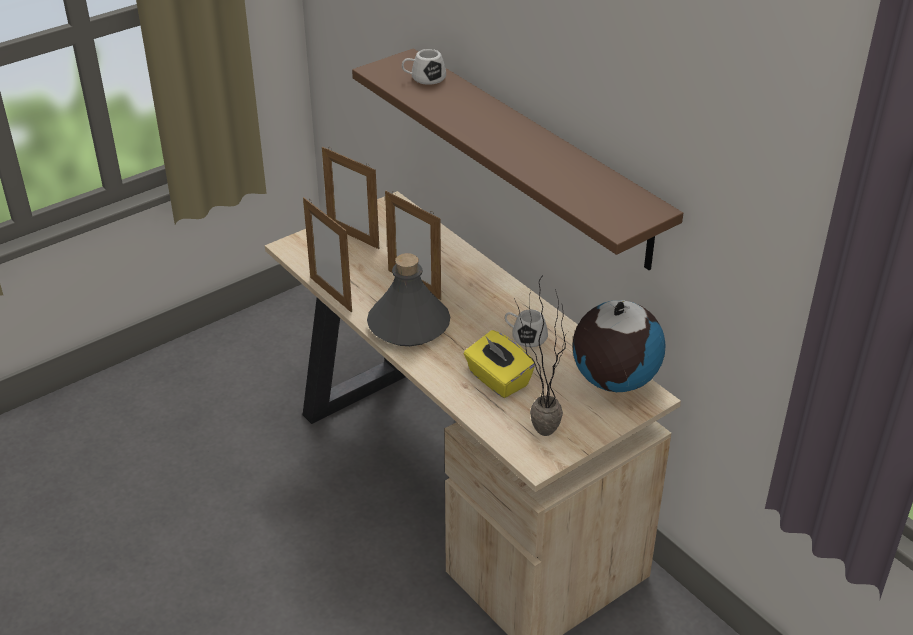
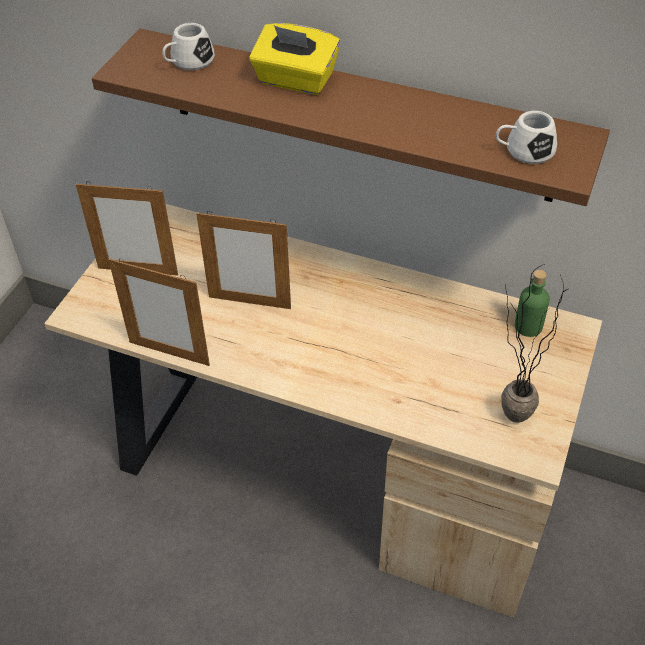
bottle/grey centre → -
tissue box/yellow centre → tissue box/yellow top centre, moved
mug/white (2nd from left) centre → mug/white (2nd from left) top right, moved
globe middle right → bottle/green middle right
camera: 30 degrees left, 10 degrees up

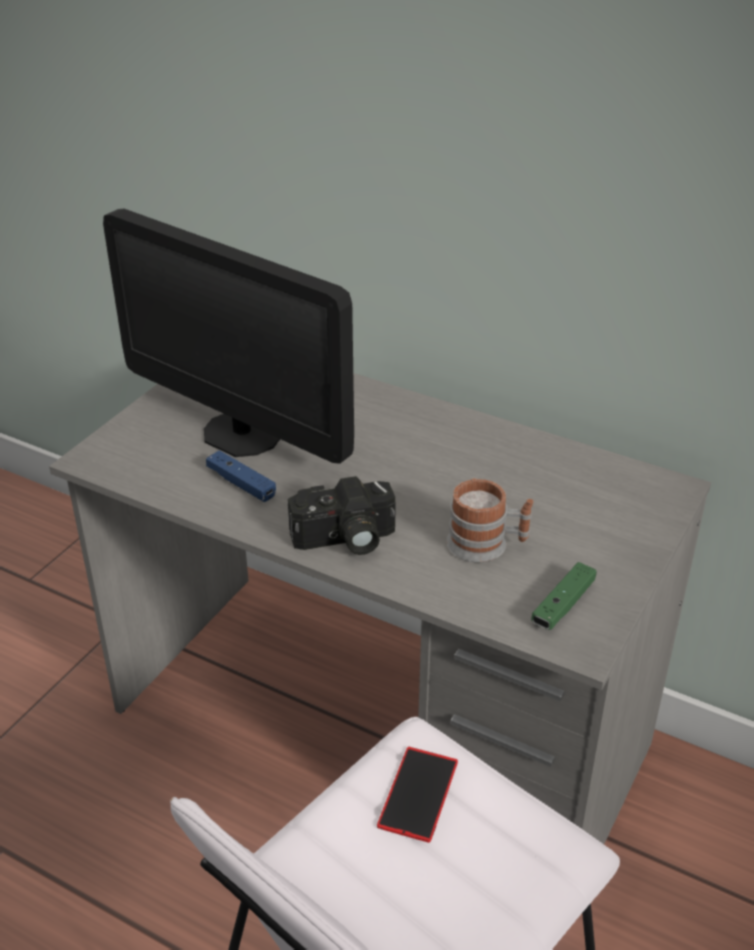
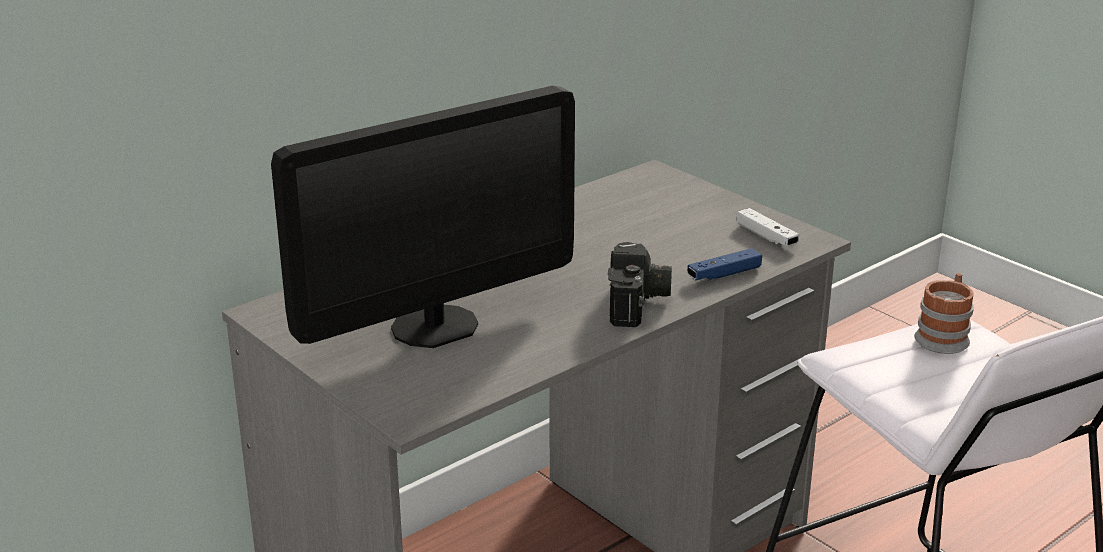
game controller/blue middle left → game controller/blue centre, moved
phone bottom centre → -
mug centre → mug middle right, moved
game controller/green middle right → game controller/white middle right
camera: 70 degrees left, 10 degrees down

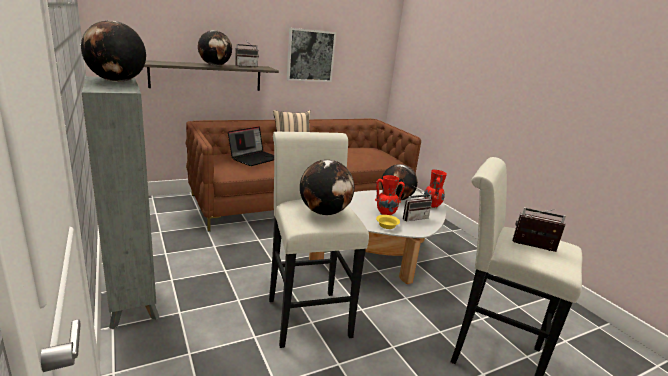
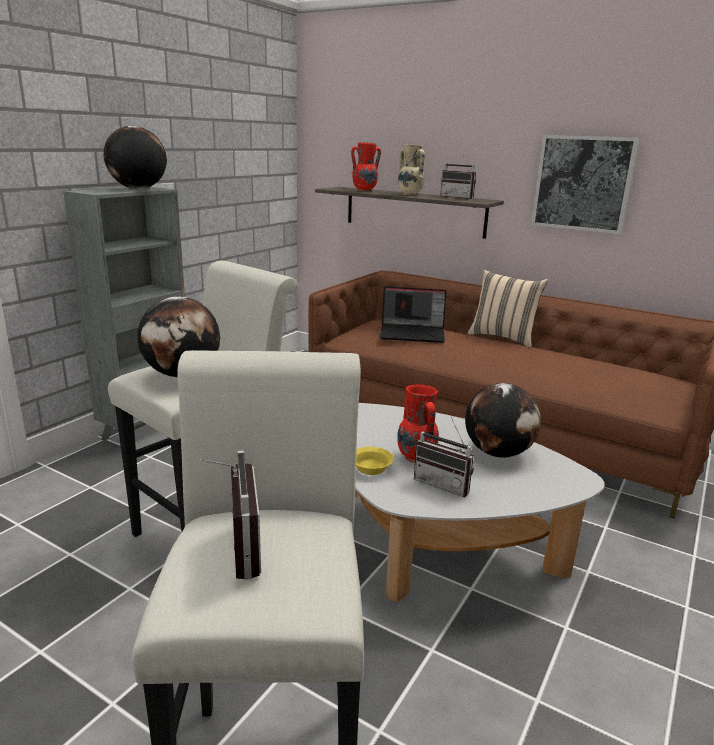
globe (2nd from left) top left → vase/beige top centre
vase/red (2nd from left in the first image) centre → vase/red (1st from left) top centre, moved
camera: 60 degrees right, 0 degrees up

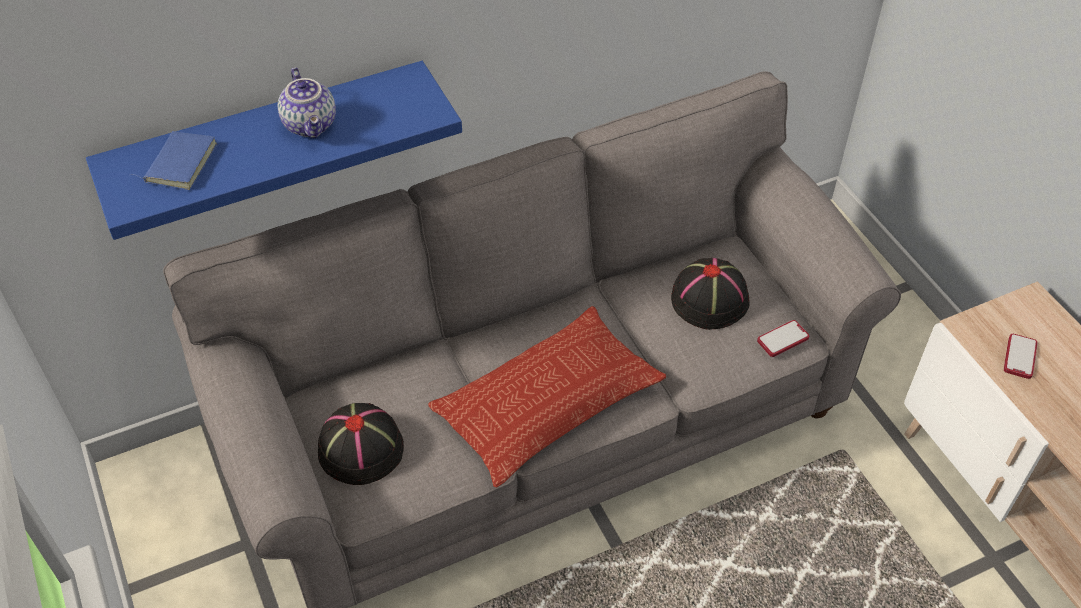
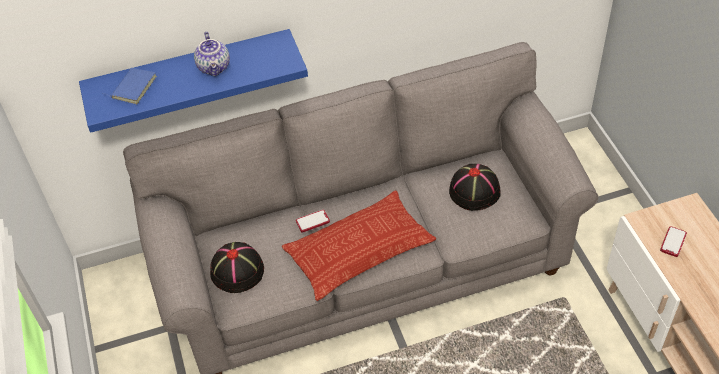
phone (1st from left) middle right → phone (1st from left) centre, moved
camera: 10 degrees right, 0 degrees up

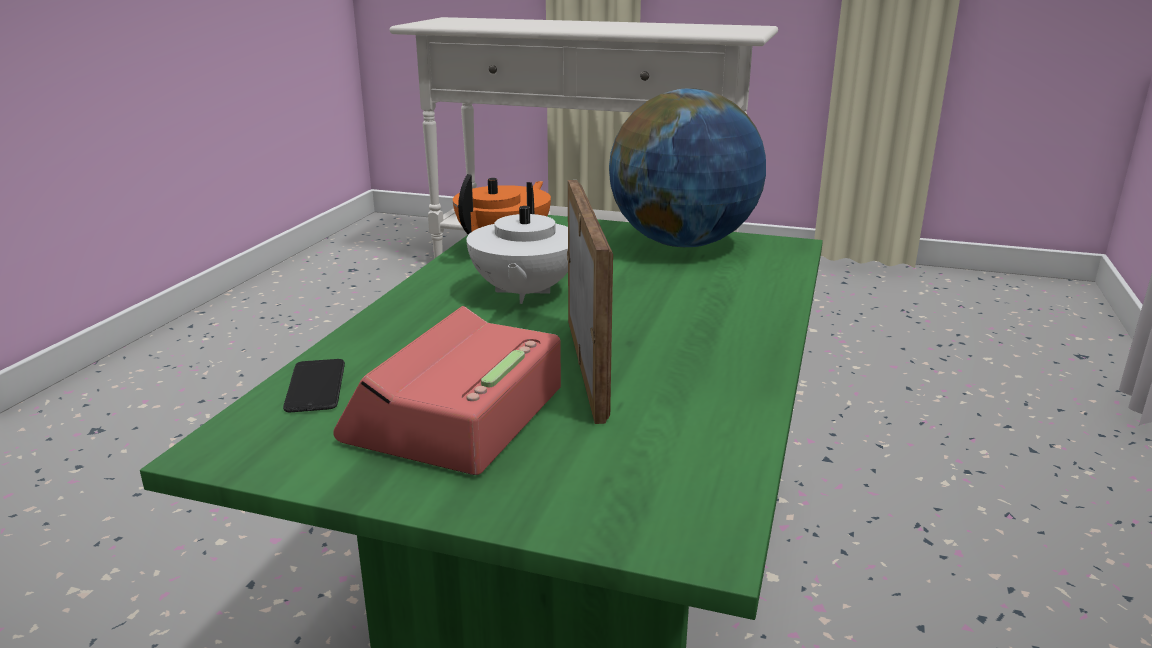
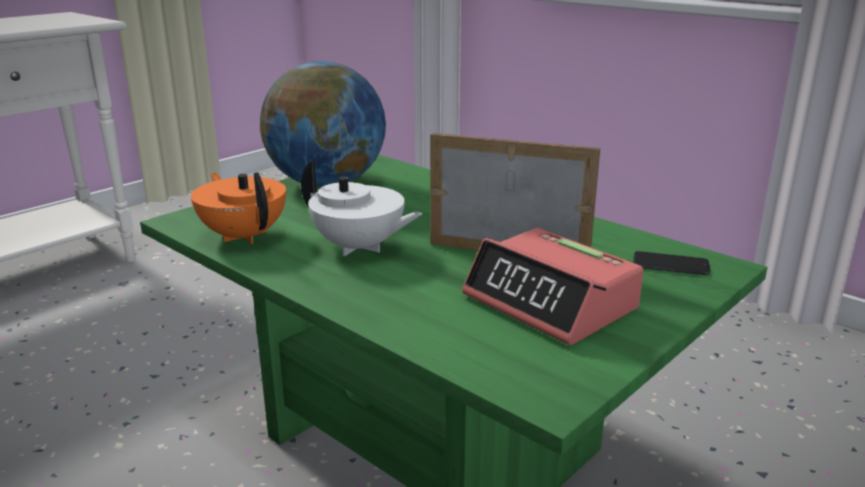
phone middle left → phone middle right, moved
camera: 65 degrees left, 0 degrees up

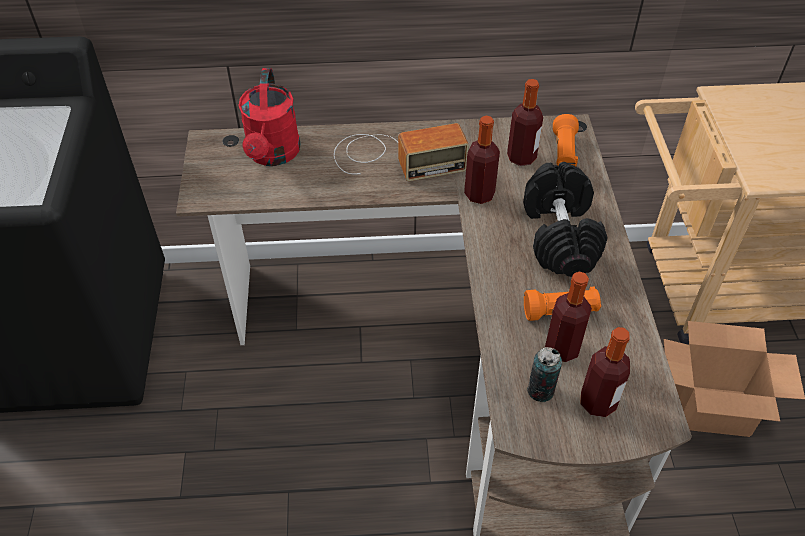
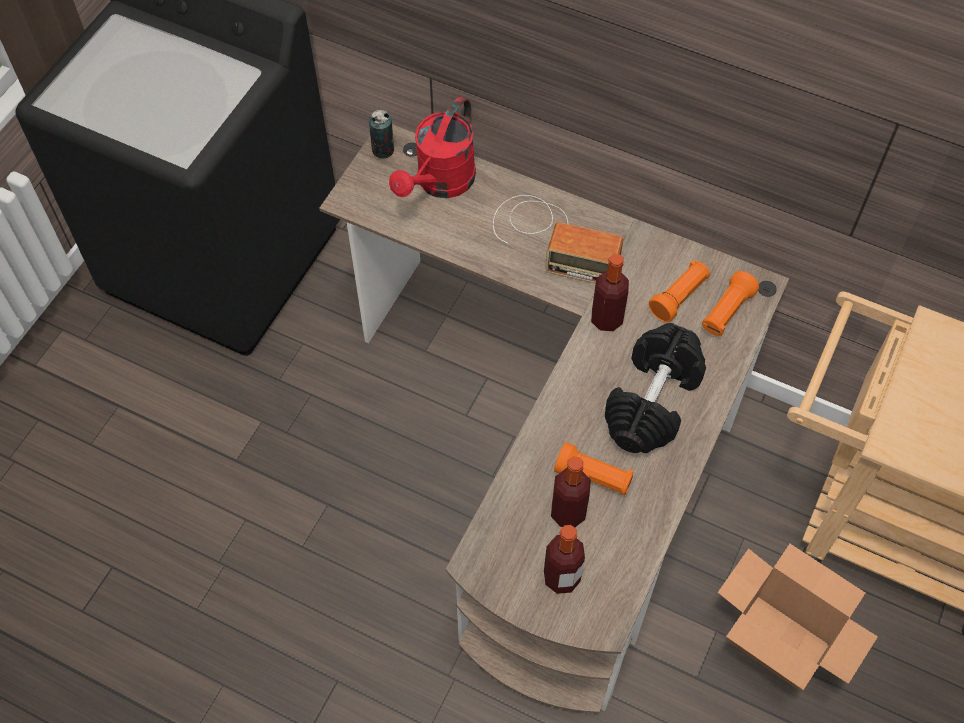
bottle (2nd from left) top centre → flashlight/orange (2nd from left) middle right
can bottom right → can top centre, moved
camera: 30 degrees right, 10 degrees up

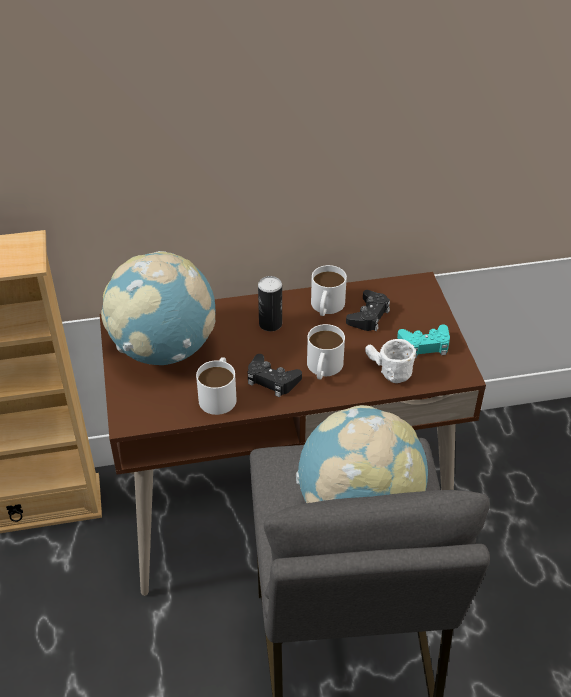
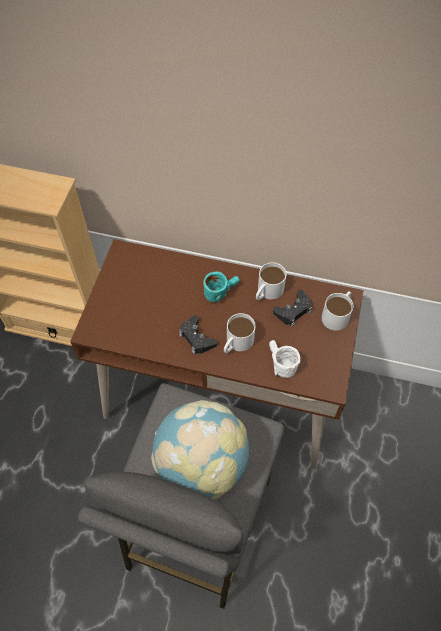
globe (1st from left) middle left → -
mug/white (1st from left in the first image) centre → mug/white (4th from left) middle right, moved
can centre → mug/turquoise centre
game controller/turquoise middle right → -
camera: 25 degrees right, 15 degrees up

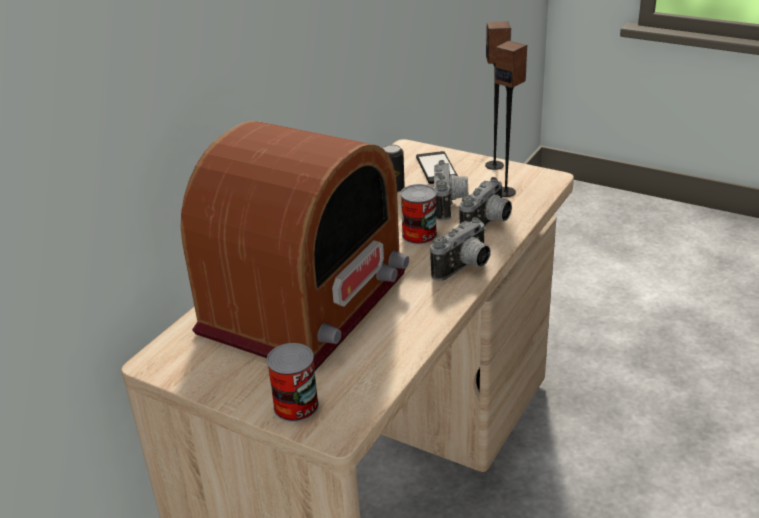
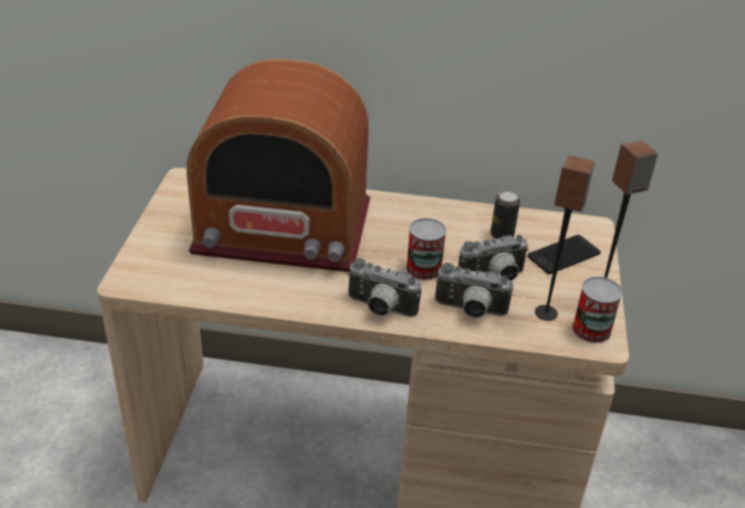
can (1st from left in the first image) bottom centre → can (3rd from left) middle right, moved
camera: 65 degrees right, 5 degrees up

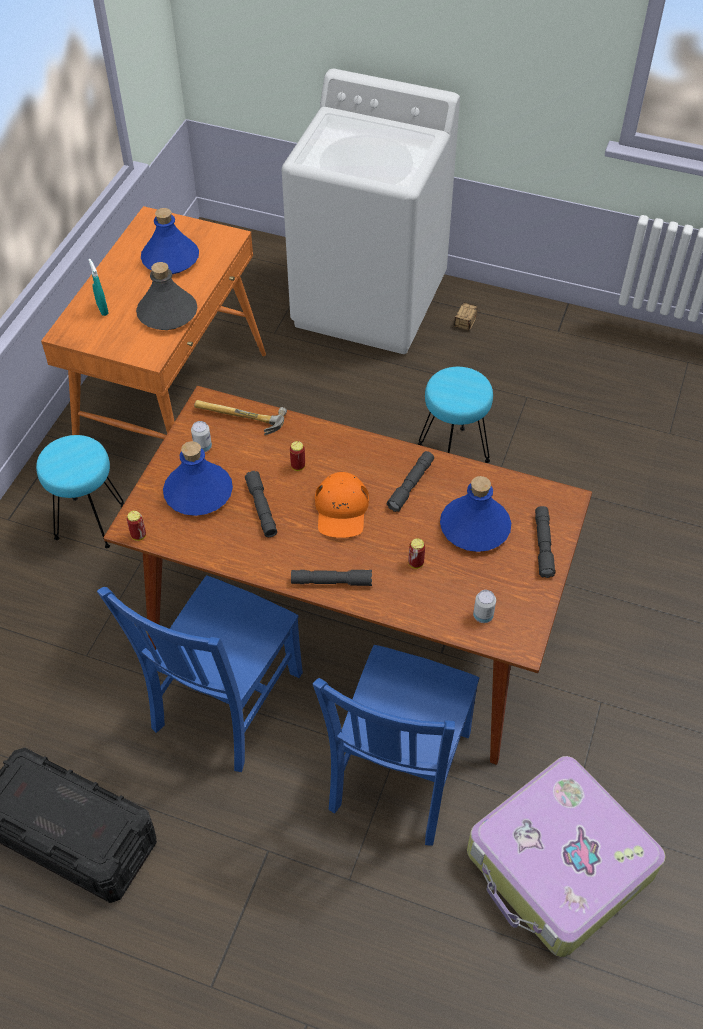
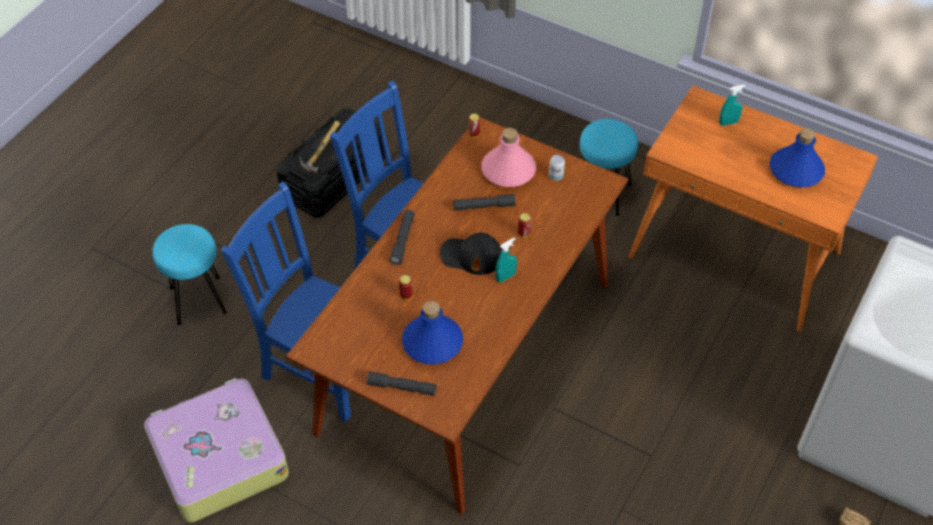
bottle/grey top left → -
bottle/blue (2nd from left) middle left → bottle/pink top centre
hammer centre → hammer top centre, moved
cap/orange centre → cap/black centre
flashlight/grey (3rd from left) centre → -
stool/turquoise (2nd from left in the first image) centre → stool/turquoise (1st from left) middle left, moved
can (5th from left) middle right → -
- → spray bottle/turquoise (1st from left) centre
camera: 100 degrees right, 0 degrees up

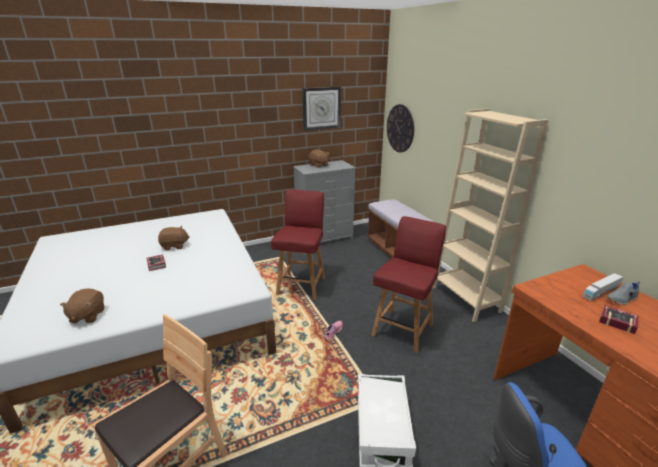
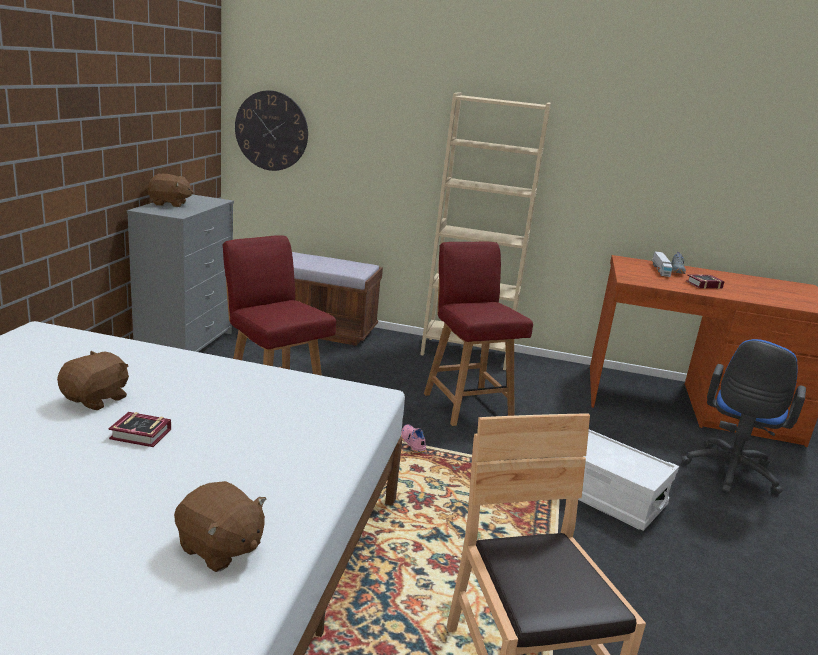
wall clock (1st from left) top centre → -
camera: 55 degrees left, 5 degrees down

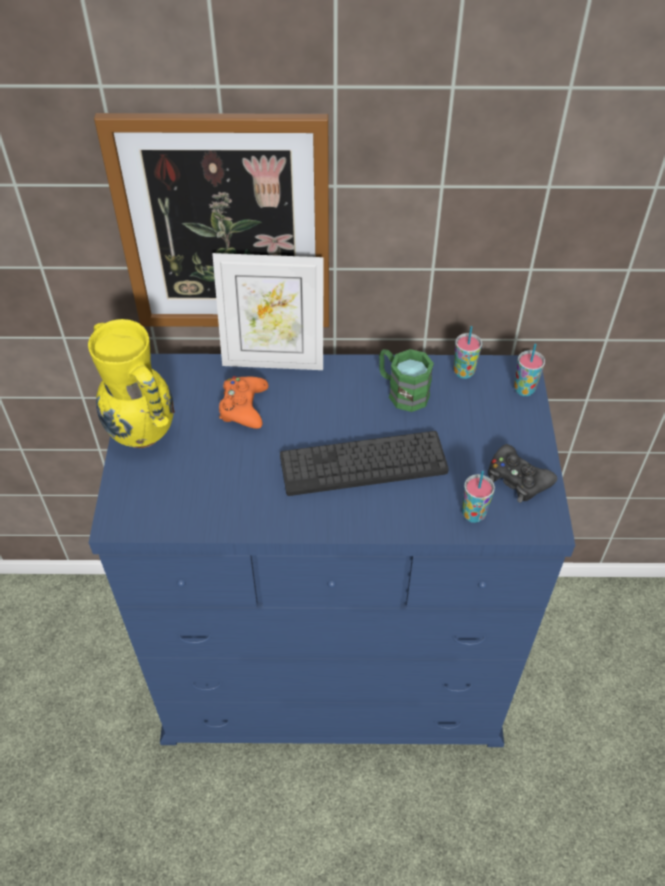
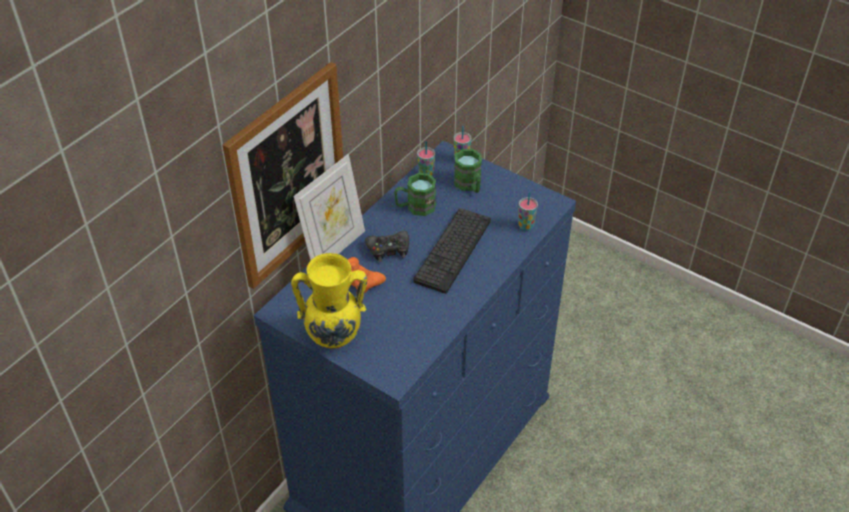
game controller/black middle right → game controller/black centre, moved
- → mug/green (2nd from left) centre
camera: 55 degrees left, 5 degrees down

